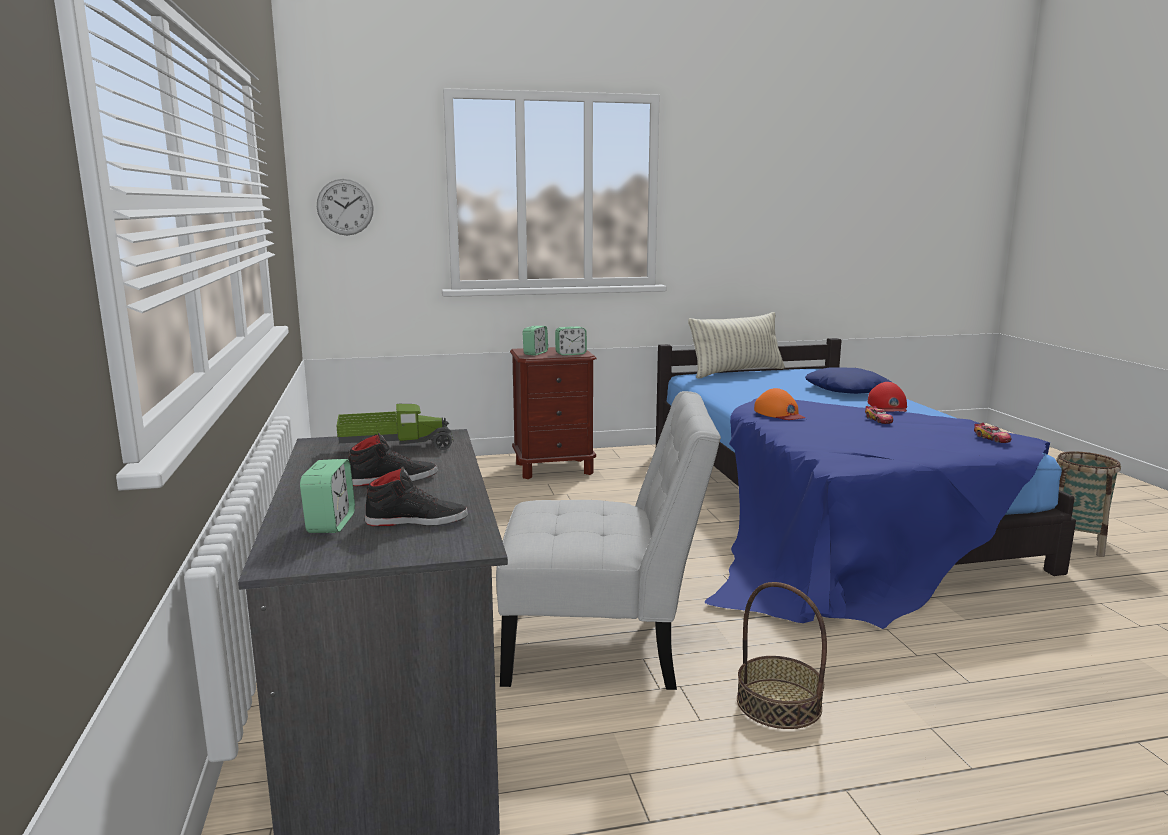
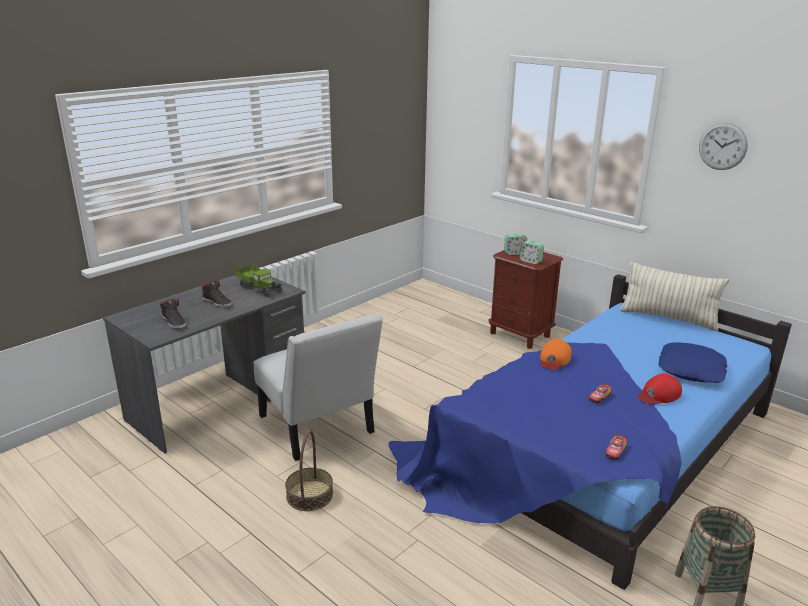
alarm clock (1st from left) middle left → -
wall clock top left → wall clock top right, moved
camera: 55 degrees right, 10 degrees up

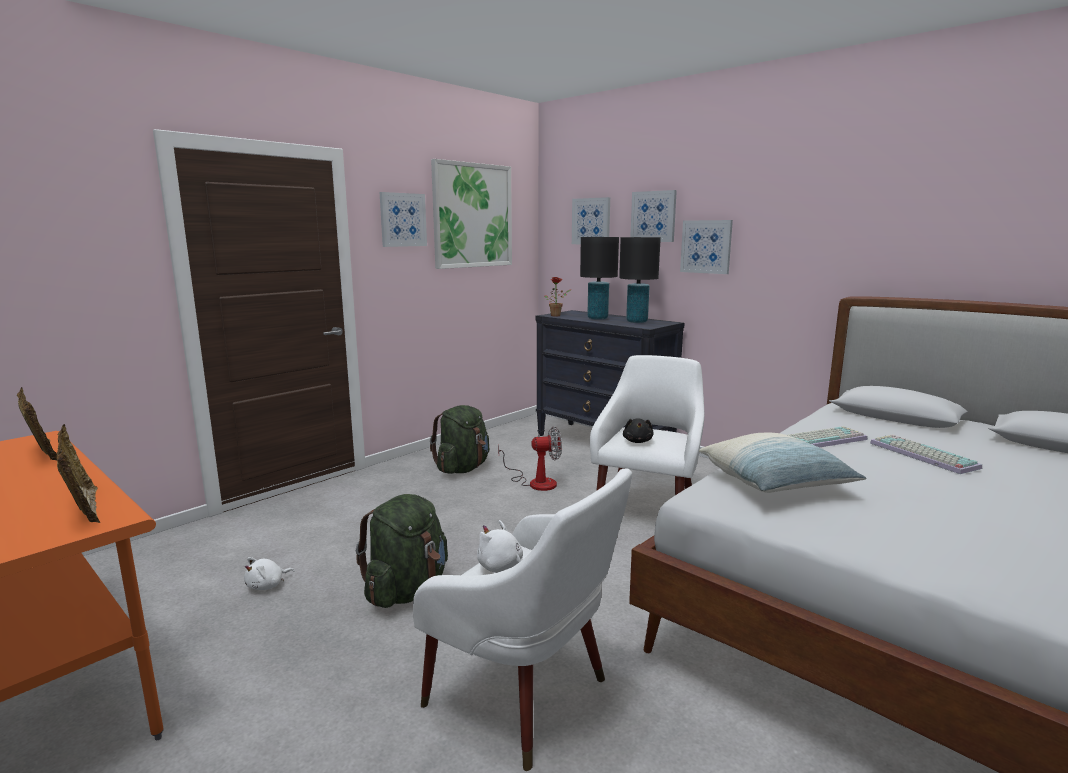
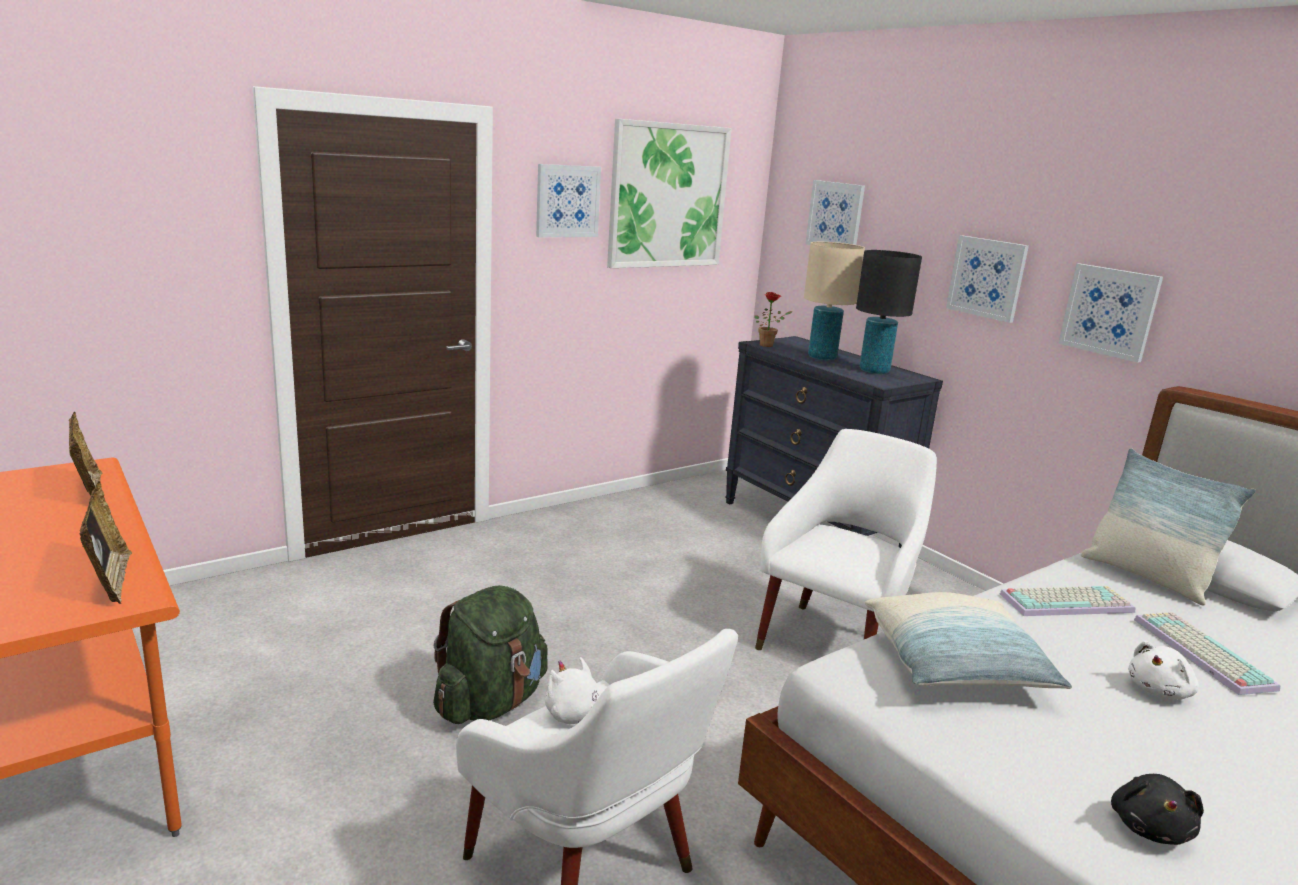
plush toy/white (1st from left in the first image) bottom left → plush toy/white (2nd from left) bottom right, moved
backpack/green (2nd from left) centre → -
fan centre → -
table lamp/black (1st from left) centre → table lamp/beige centre
plush toy/black centre → plush toy/black bottom right, moved
picture (4th from left in the first image) top centre → picture (5th from left) middle right, moved
- → pillow (2nd from left) middle right
camera: 10 degrees right, 5 degrees up

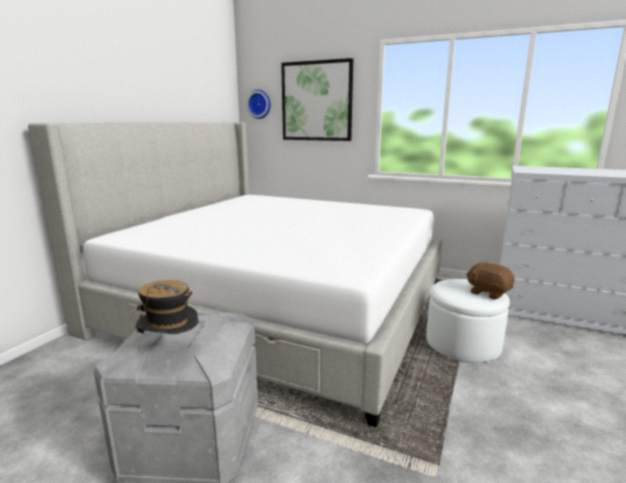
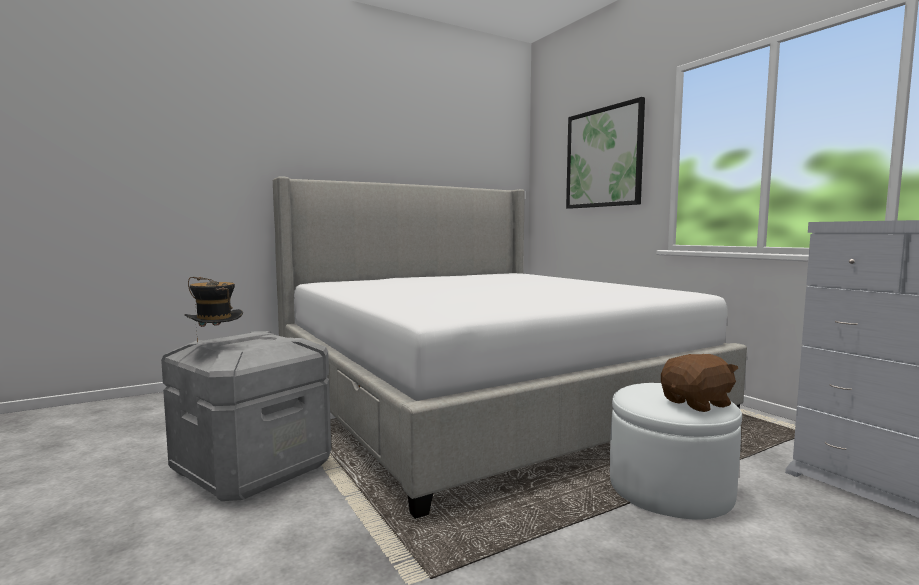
wall clock top centre → -
plush toy/brown middle right, 75 degrees clockwise
camera: 35 degrees right, 10 degrees down

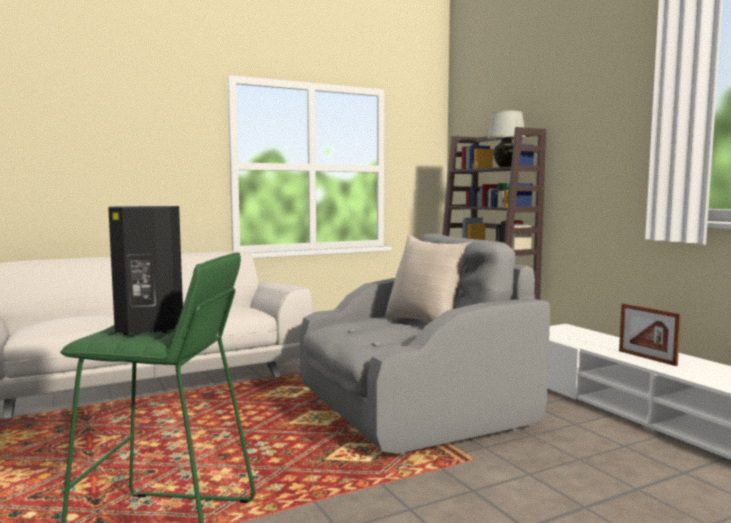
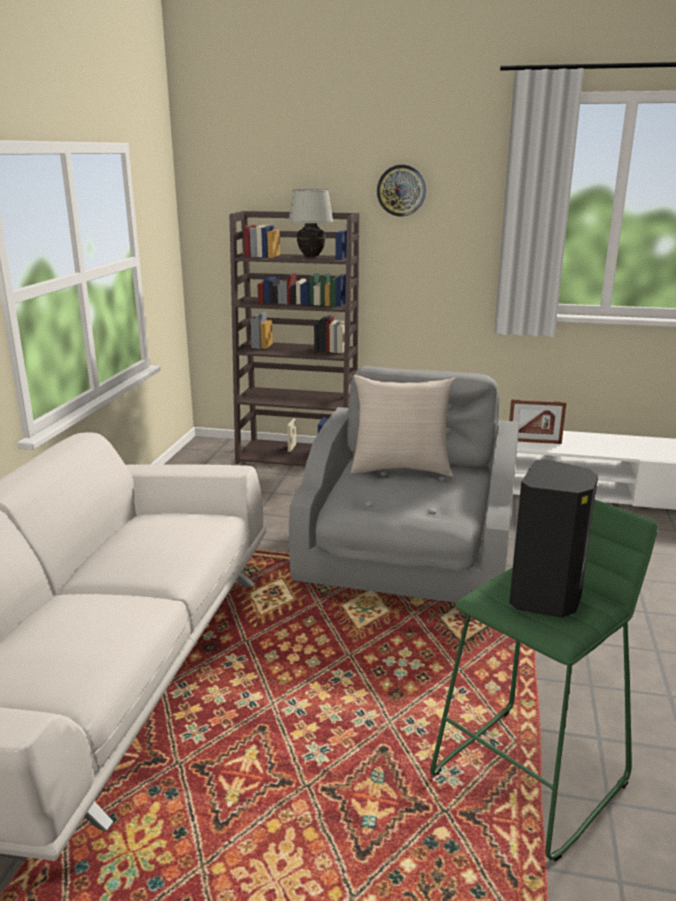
- → wall clock top centre
camera: 50 degrees left, 15 degrees up

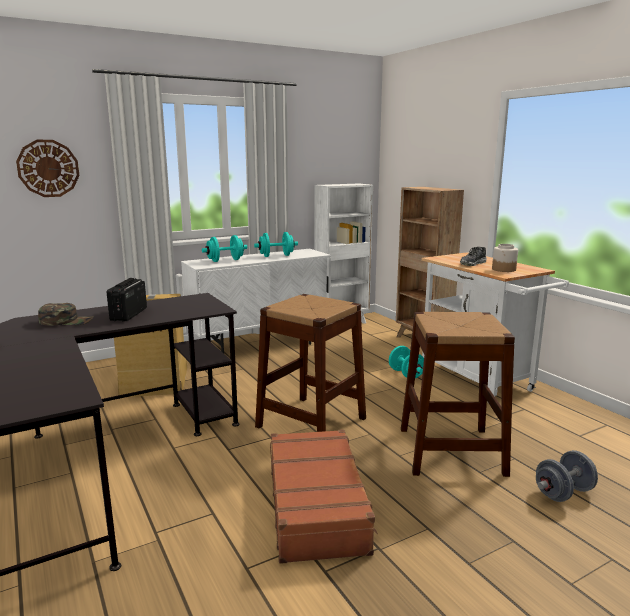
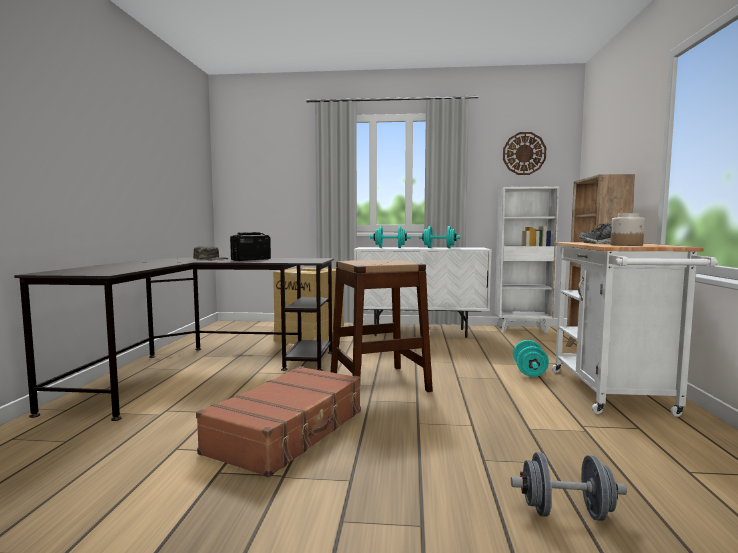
wall clock top left → wall clock top right, moved
stool/brown (2nd from left) middle right → -
camera: 35 degrees right, 10 degrees down

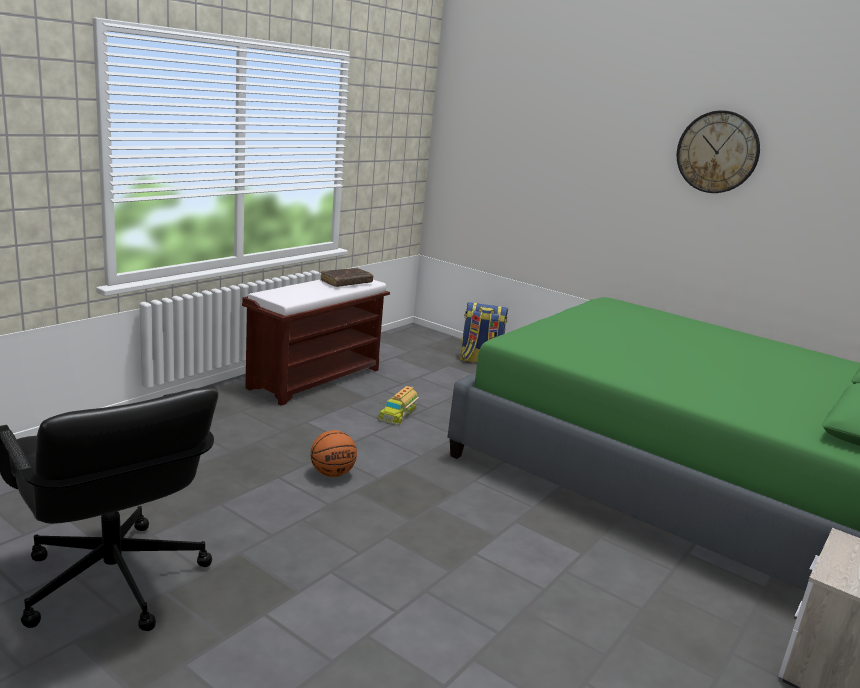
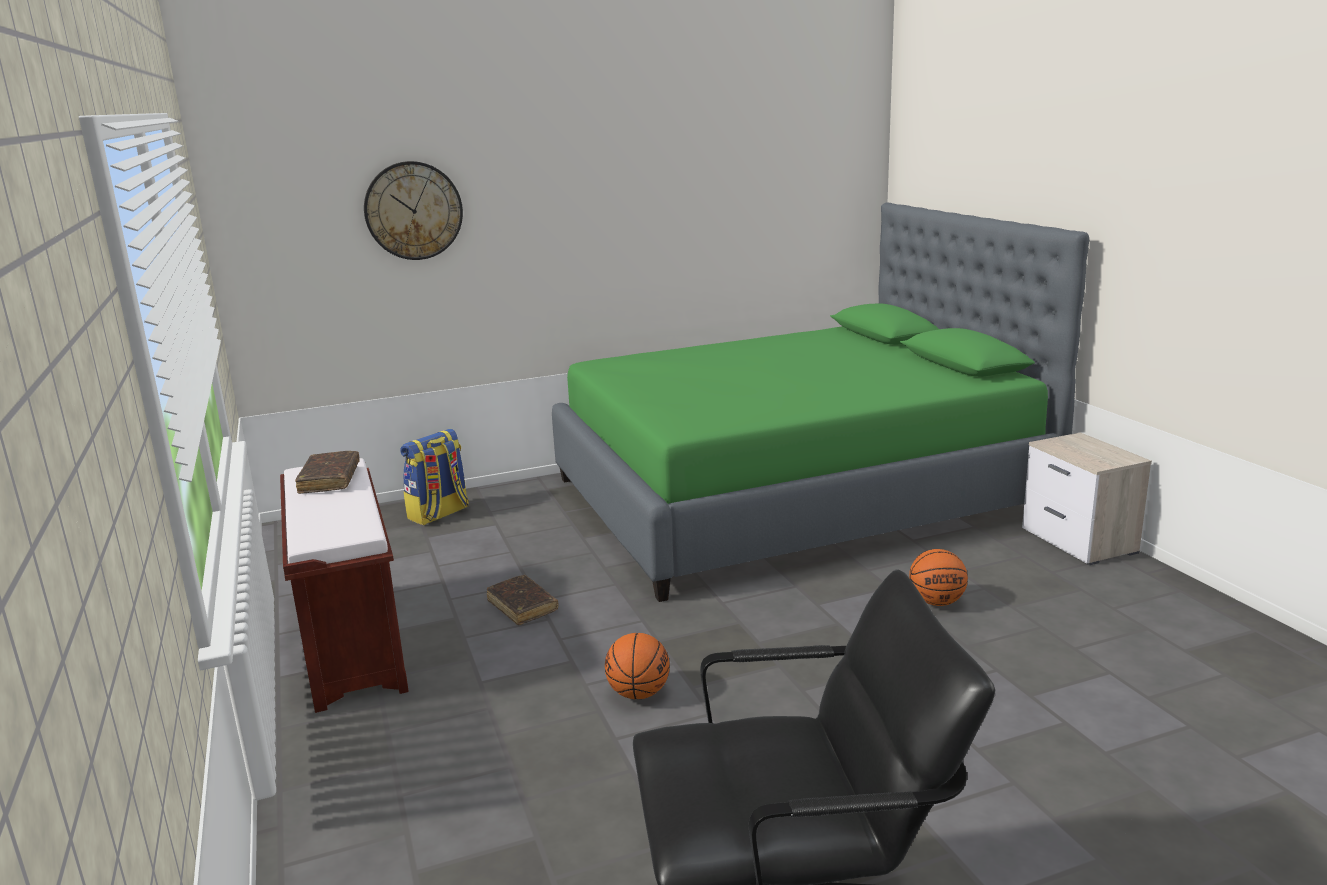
toy truck centre → book/brown (2nd from left) bottom centre
wall clock top right → wall clock top left, moved
- → basketball (2nd from left) middle right
camera: 55 degrees left, 0 degrees up

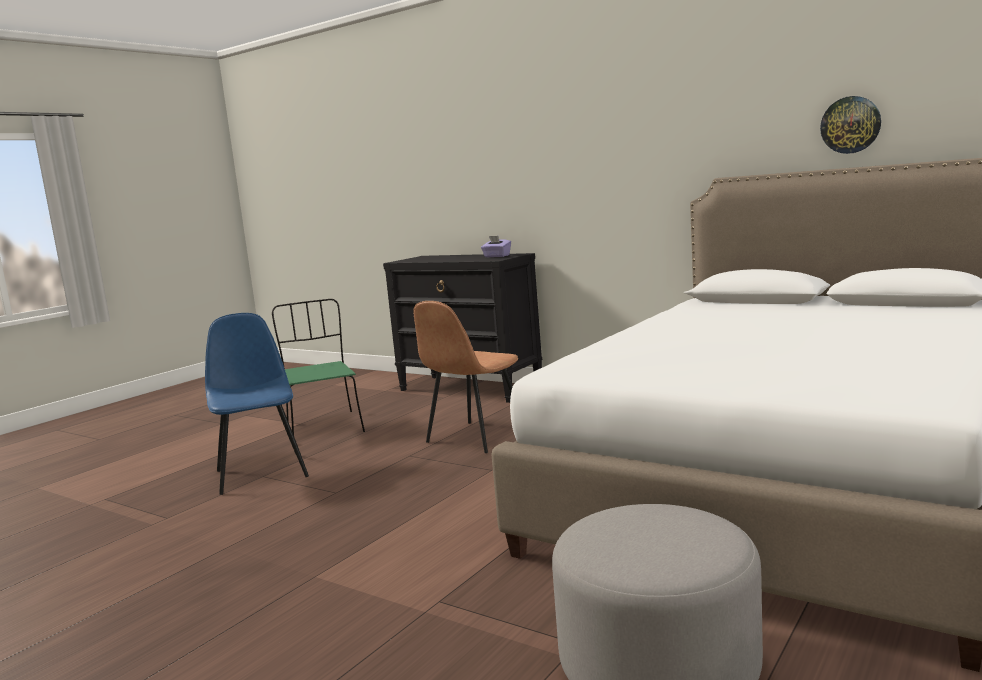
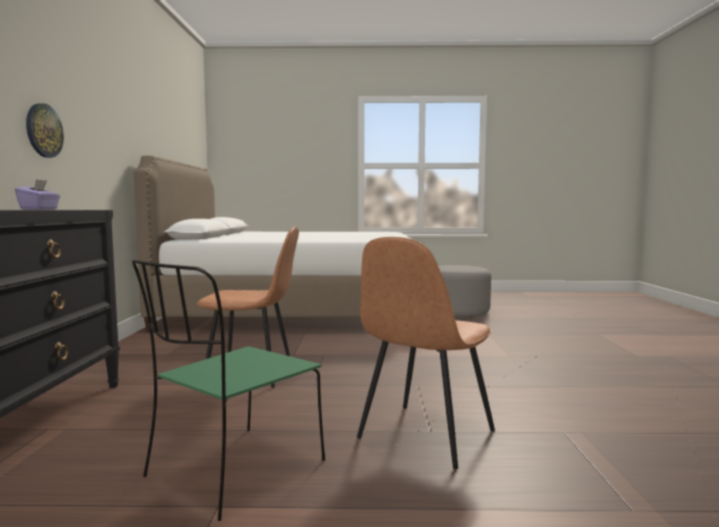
chair/blue middle left → chair/brown (2nd from left) bottom centre
wall clock top right → wall clock top left, moved
camera: 125 degrees left, 5 degrees down

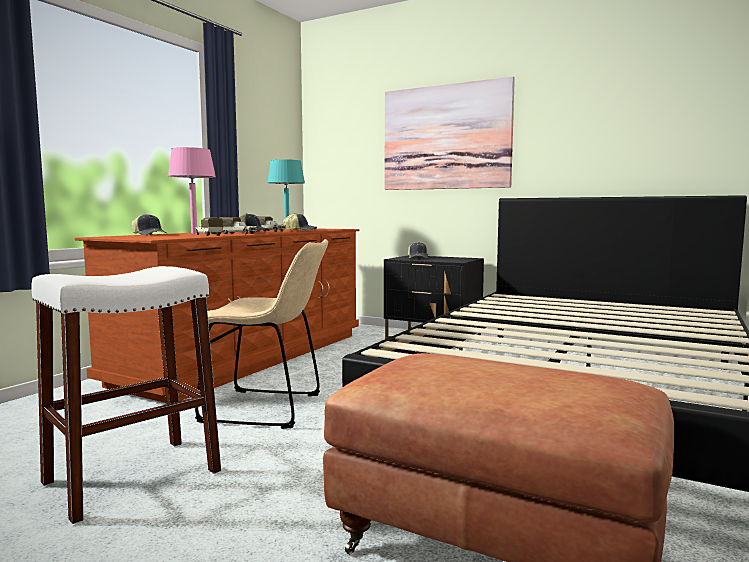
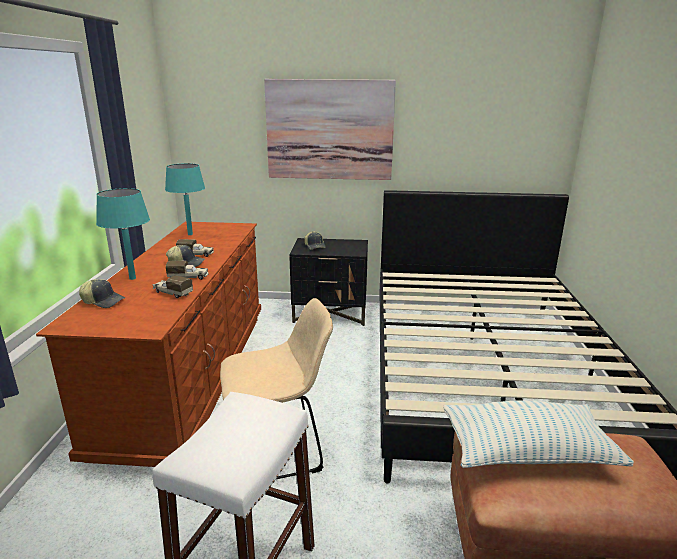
table lamp/pink middle left → table lamp/turquoise (1st from left) middle left
cap (3rd from left) centre → -
- → pillow bottom right
camera: 25 degrees left, 15 degrees up

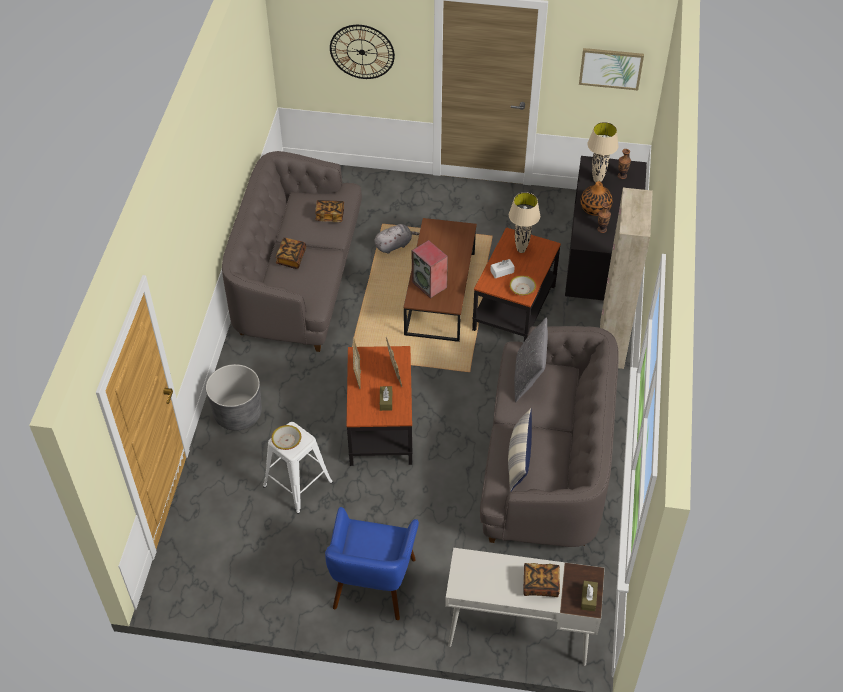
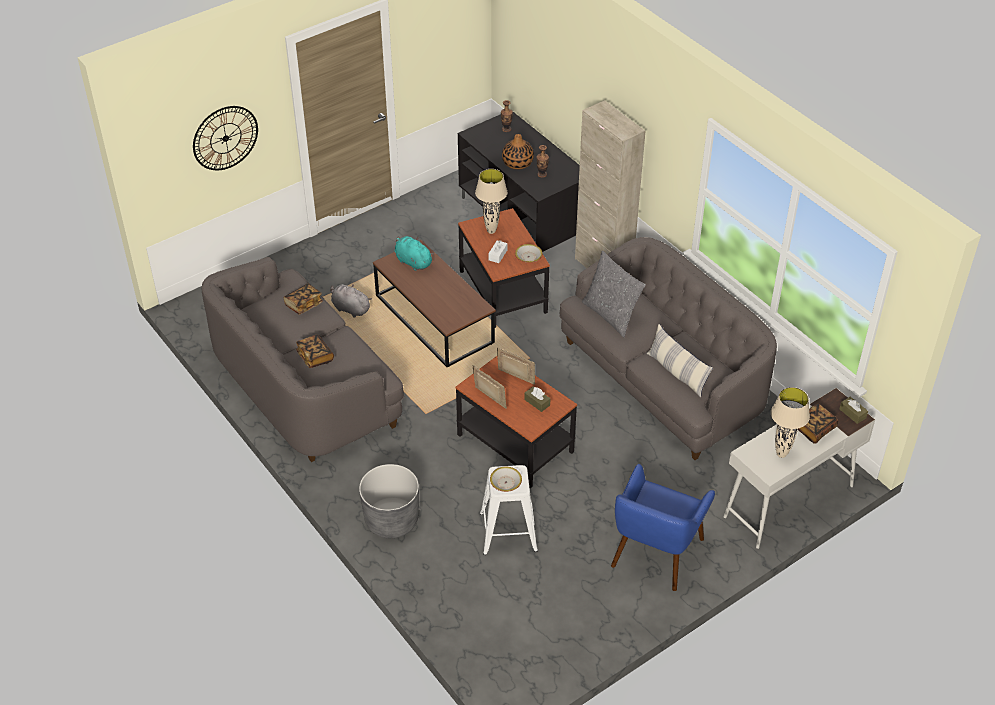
armchair/blue bottom centre, 60 degrees clockwise
plush toy/grey centre, 75 degrees counterclockwise
speaker centre → -
picture top right → -
table lamp/beige (2nd from left) top right → table lamp/beige (2nd from left) middle right, moved
- → plush toy/turquoise centre
camera: 45 degrees left, 5 degrees down

